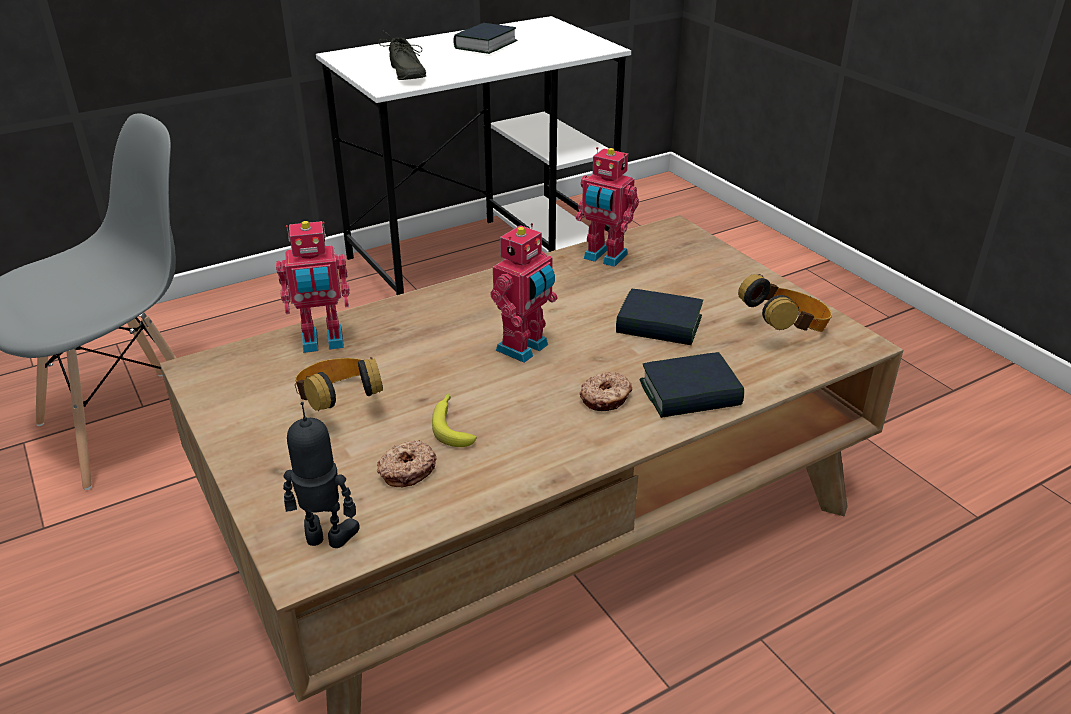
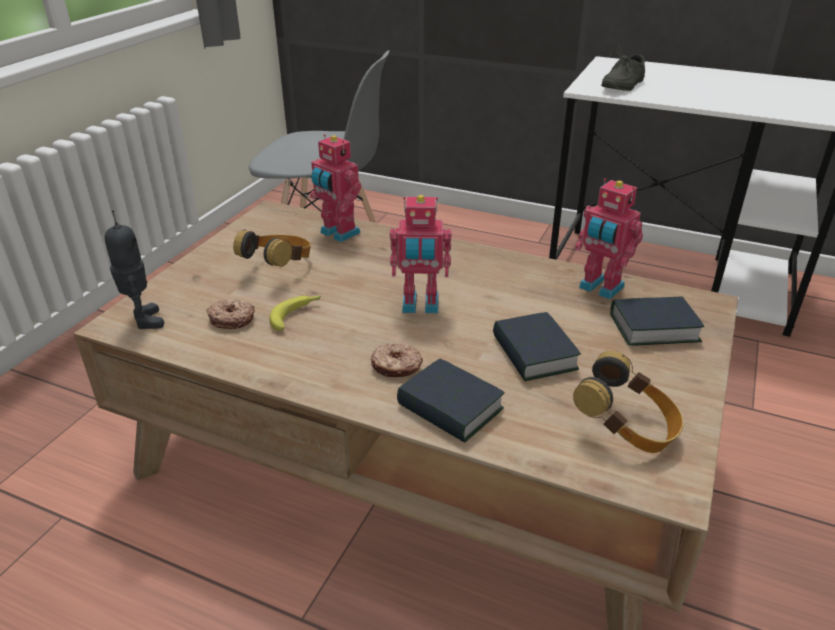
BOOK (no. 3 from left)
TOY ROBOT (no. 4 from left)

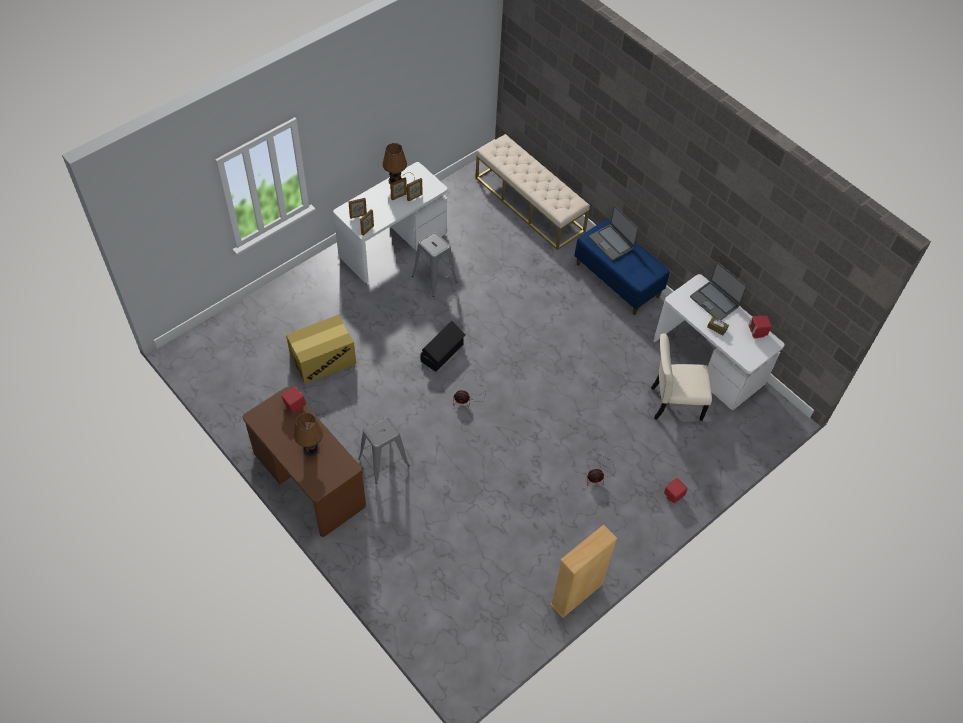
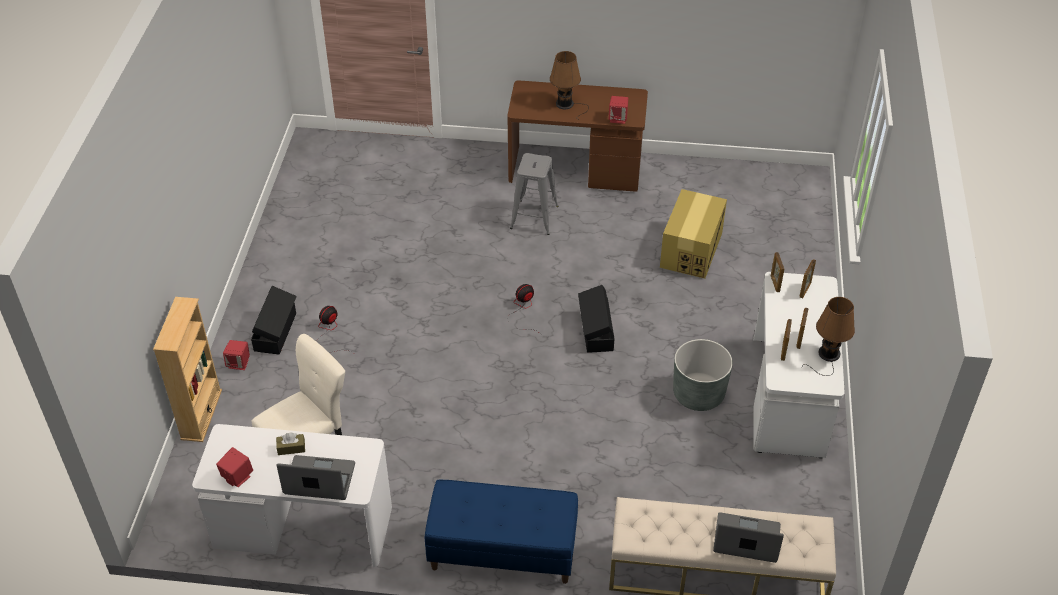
GREY PLANTER
BEIGE BOOKCASE
LAPTOP (no. 2 from left)
BLACK STORAGE BOX (no. 1 from left)

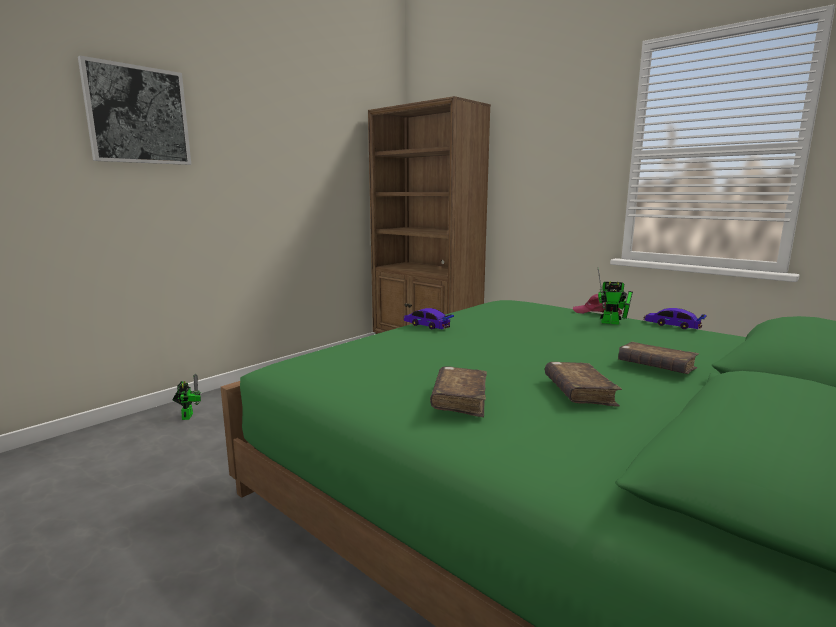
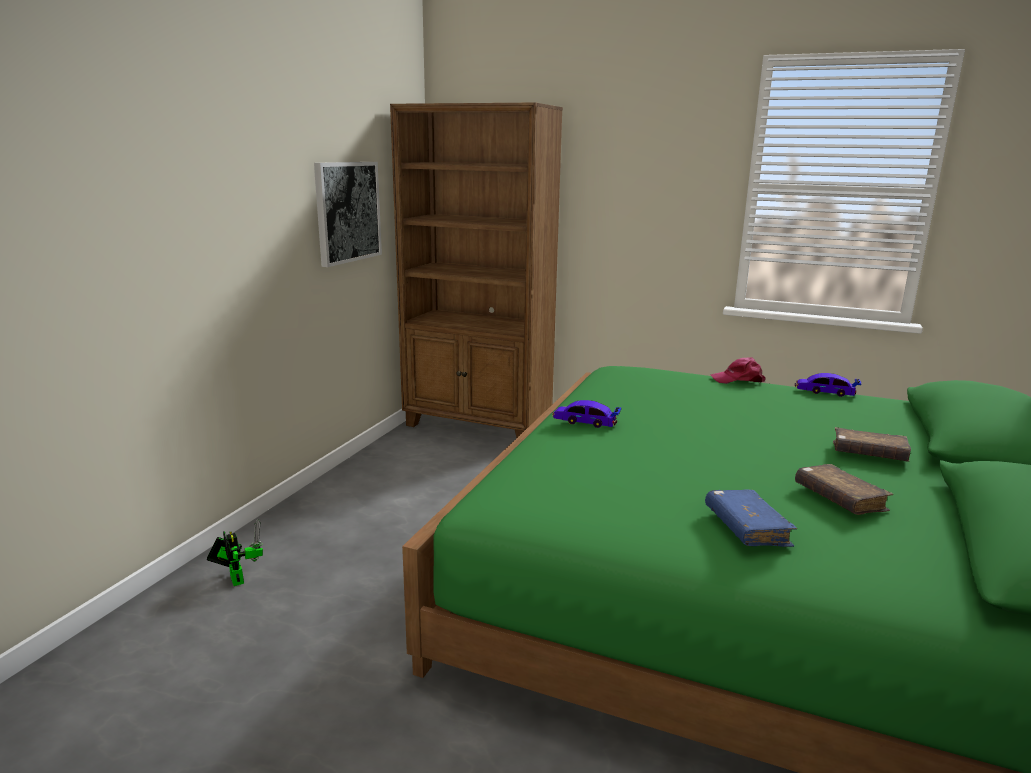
PICTURE
BLUE BOOK
TOY ROBOT (no. 2 from left in the first image)

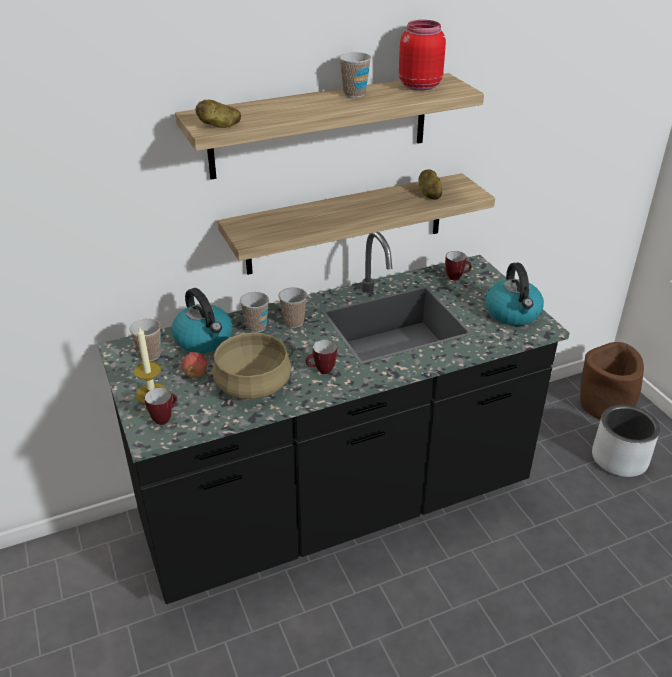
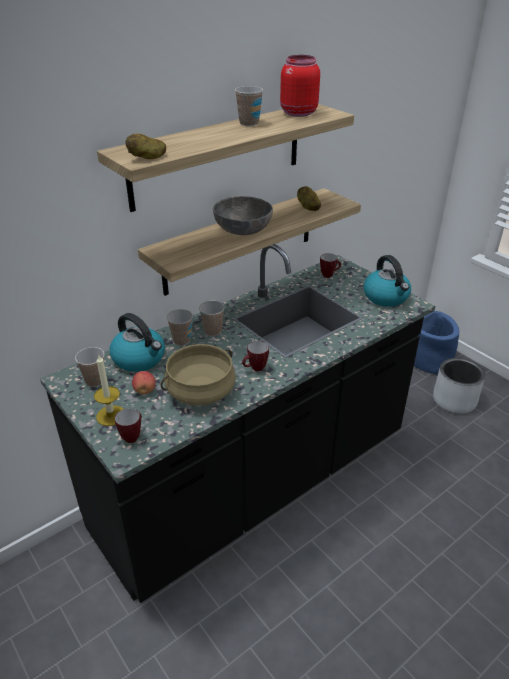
BLUE PLANTER
GREY BOWL

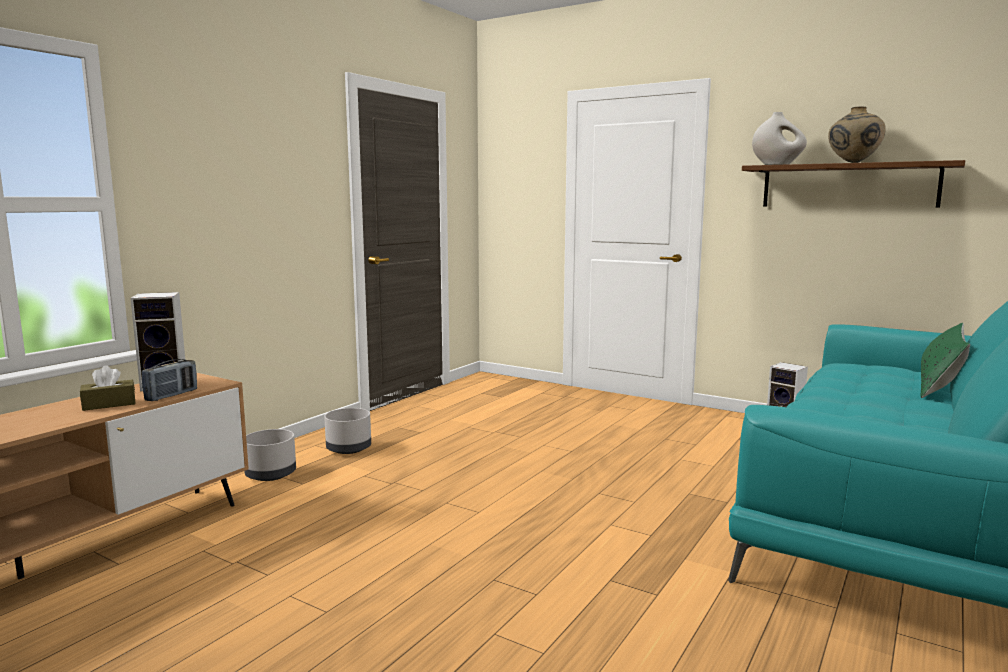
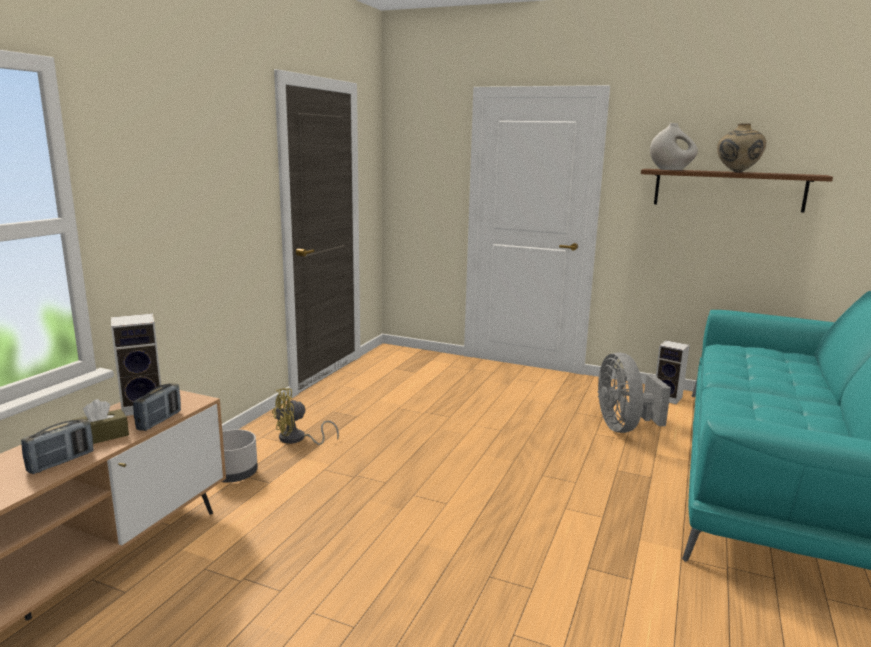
YELLOW FAN
GREEN PILLOW
RADIO (no. 1 from left)
GREY FAN

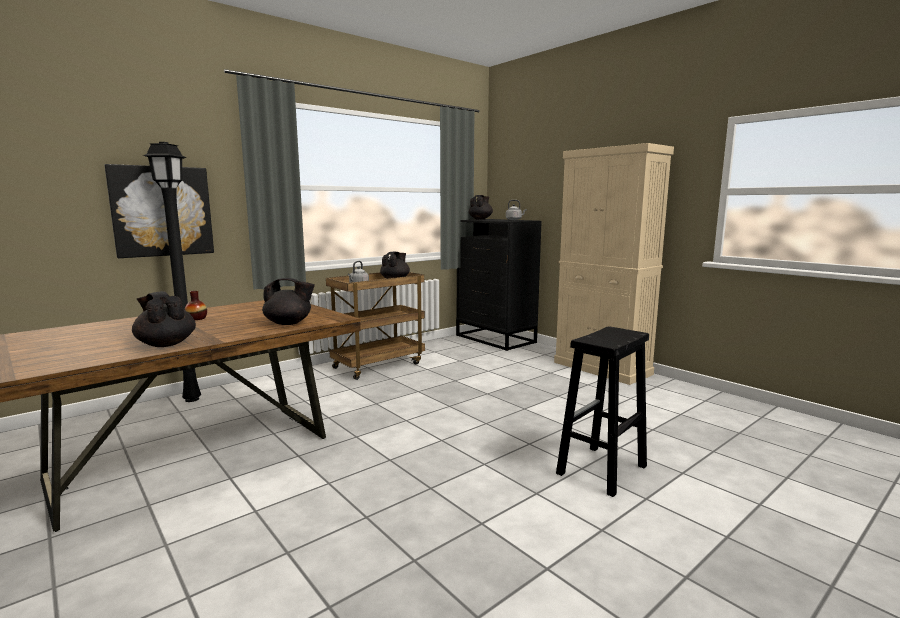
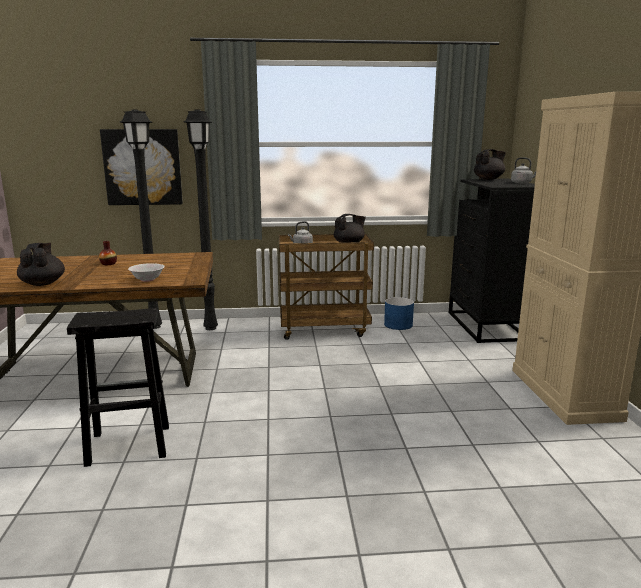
WHITE BOWL
BLACK STOOL
BLACK FLOOR LAMP (no. 2 from left)
BLUE PLANTER

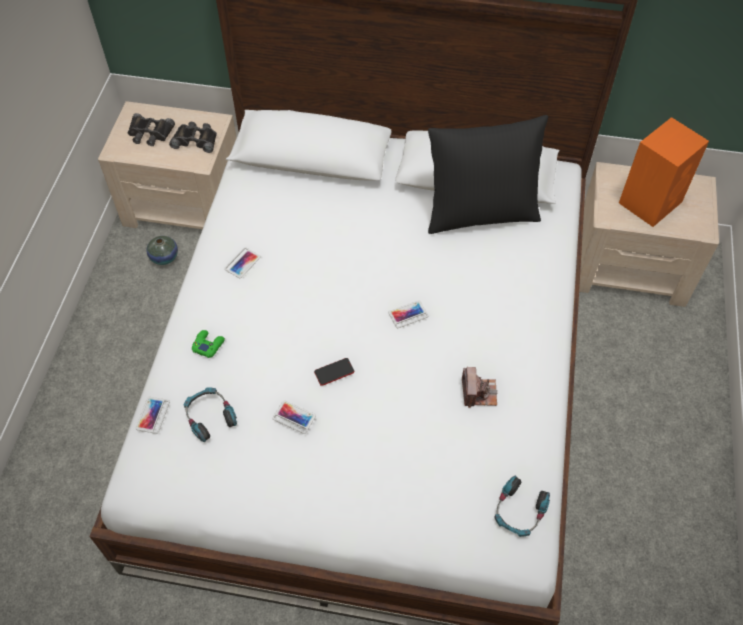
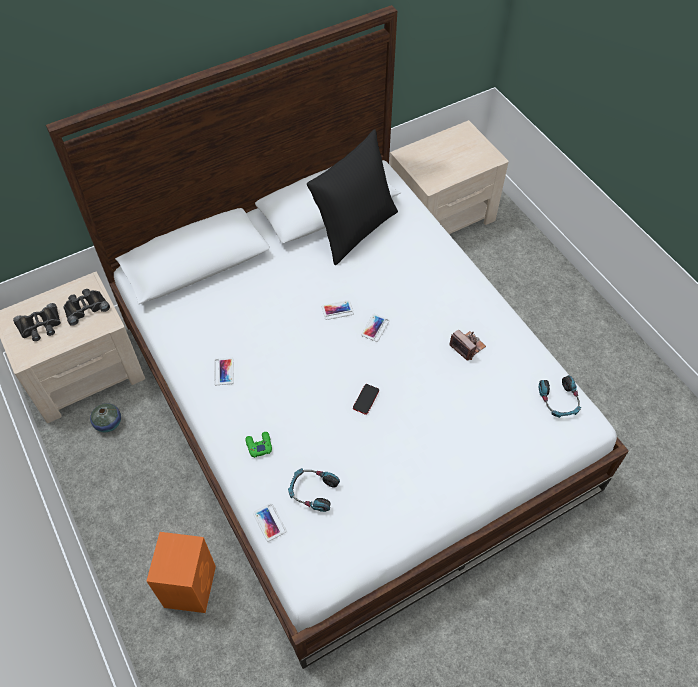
PHONE (no. 3 from left)
ORANGE SPEAKER

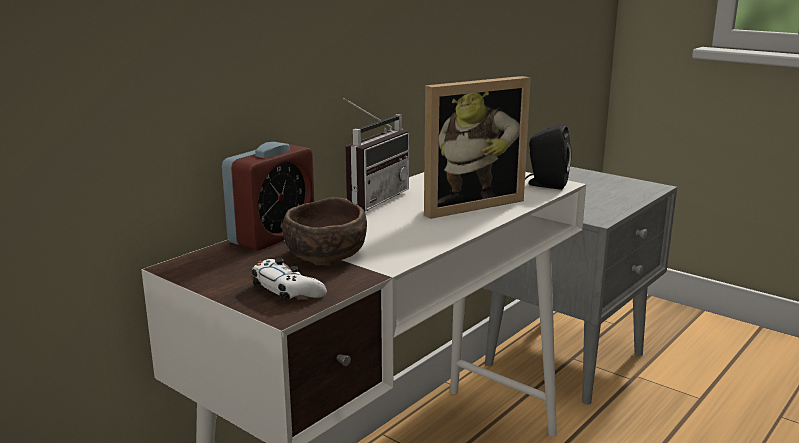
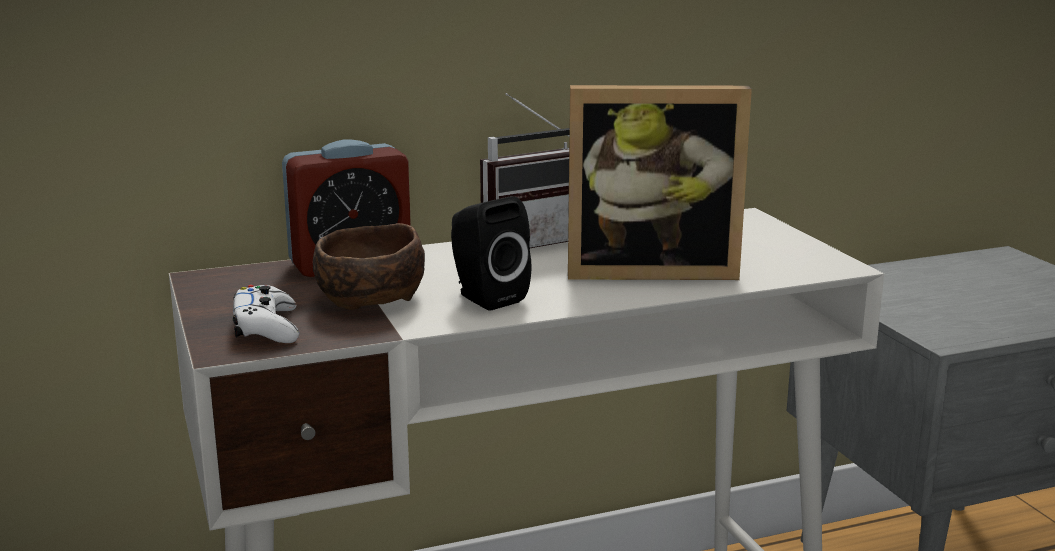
BLACK SPEAKER

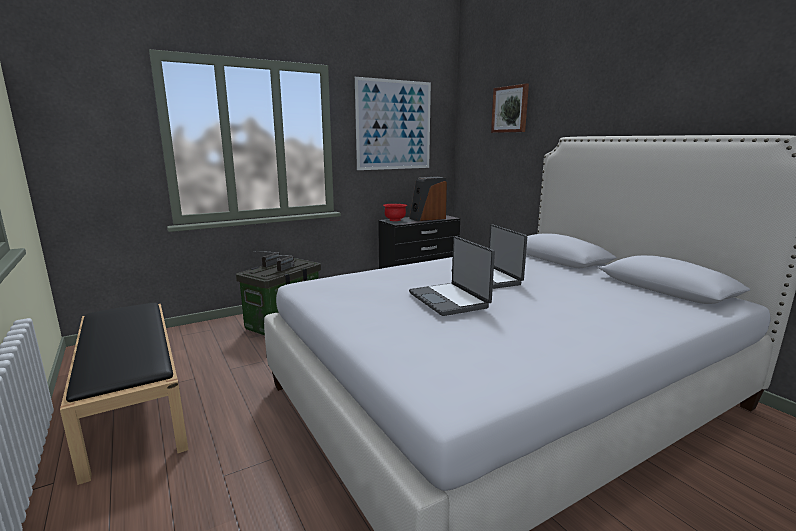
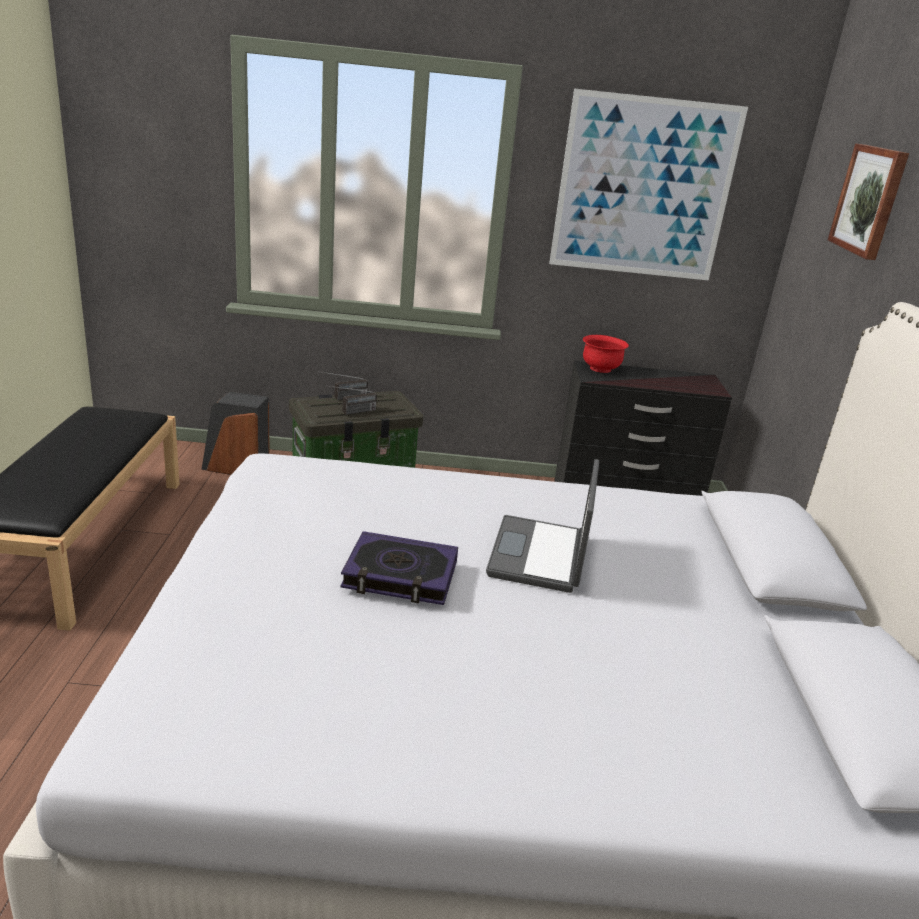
SPEAKER
BOOK

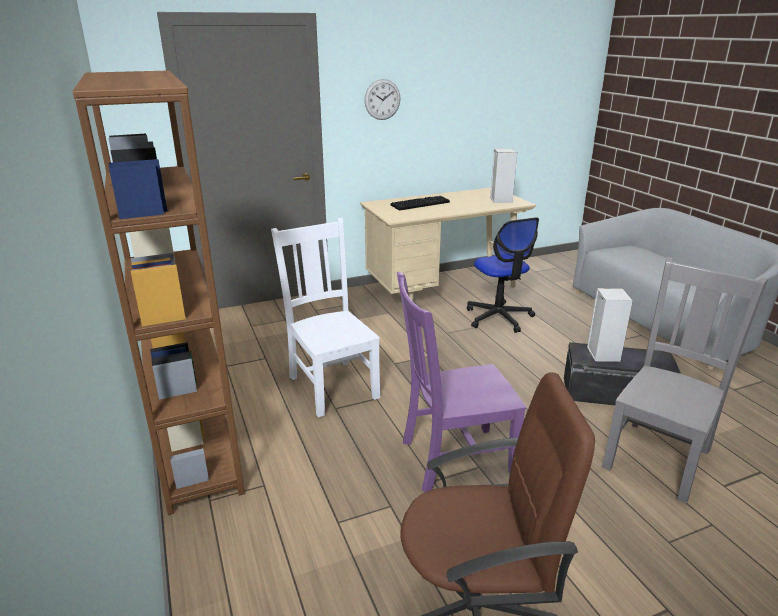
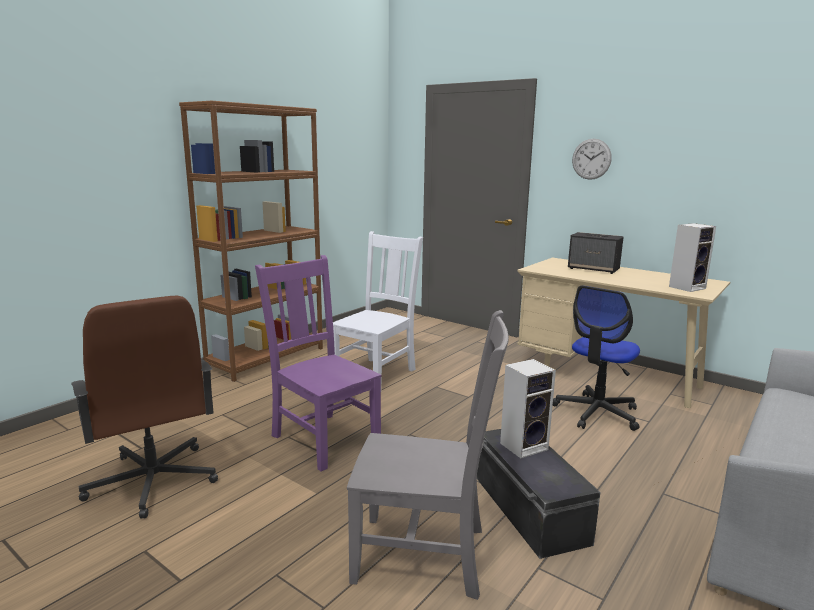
SPEAKER (no. 2 from left)

